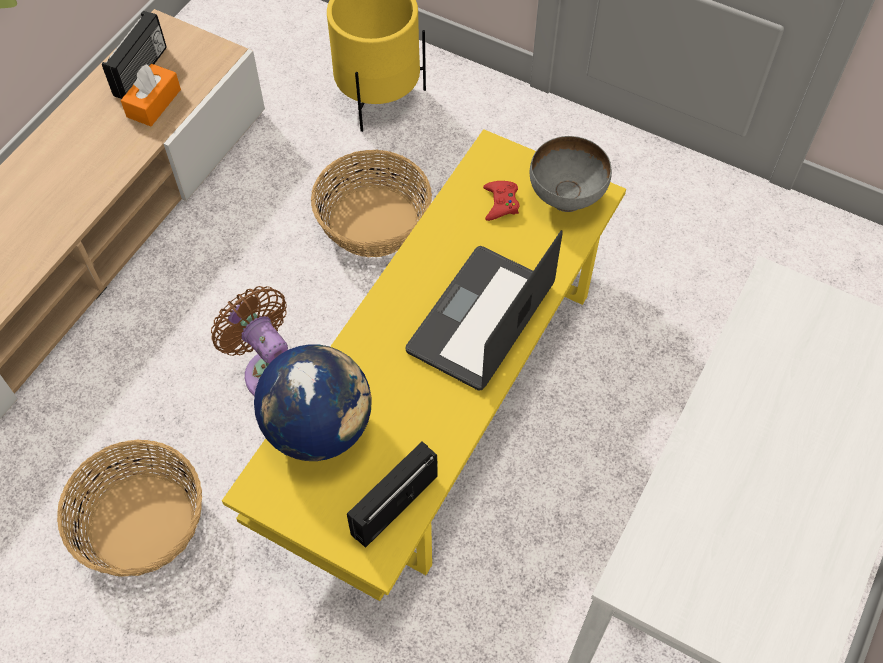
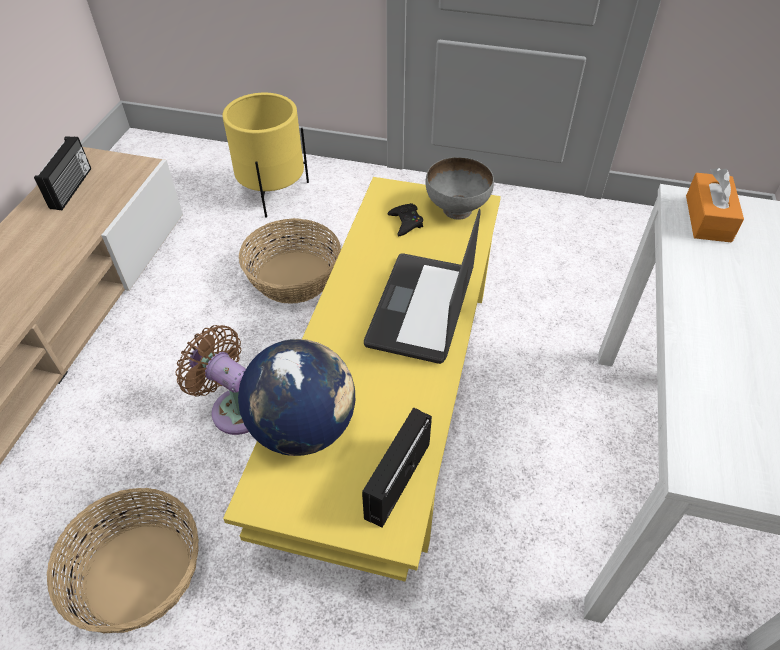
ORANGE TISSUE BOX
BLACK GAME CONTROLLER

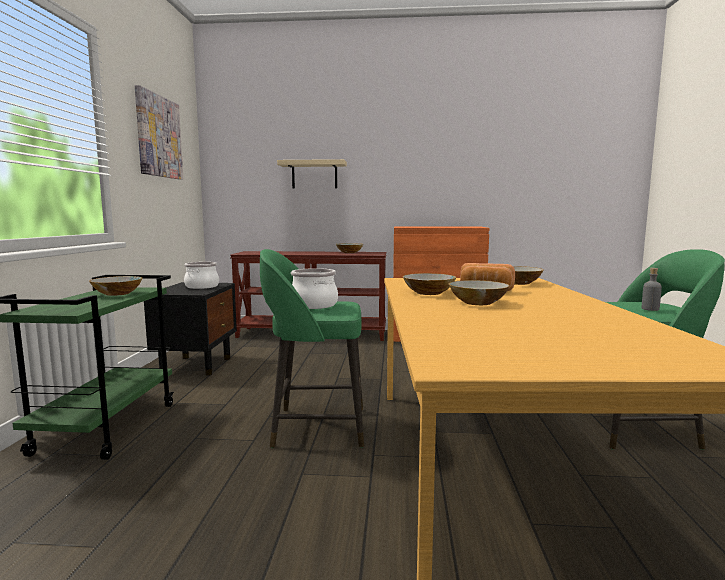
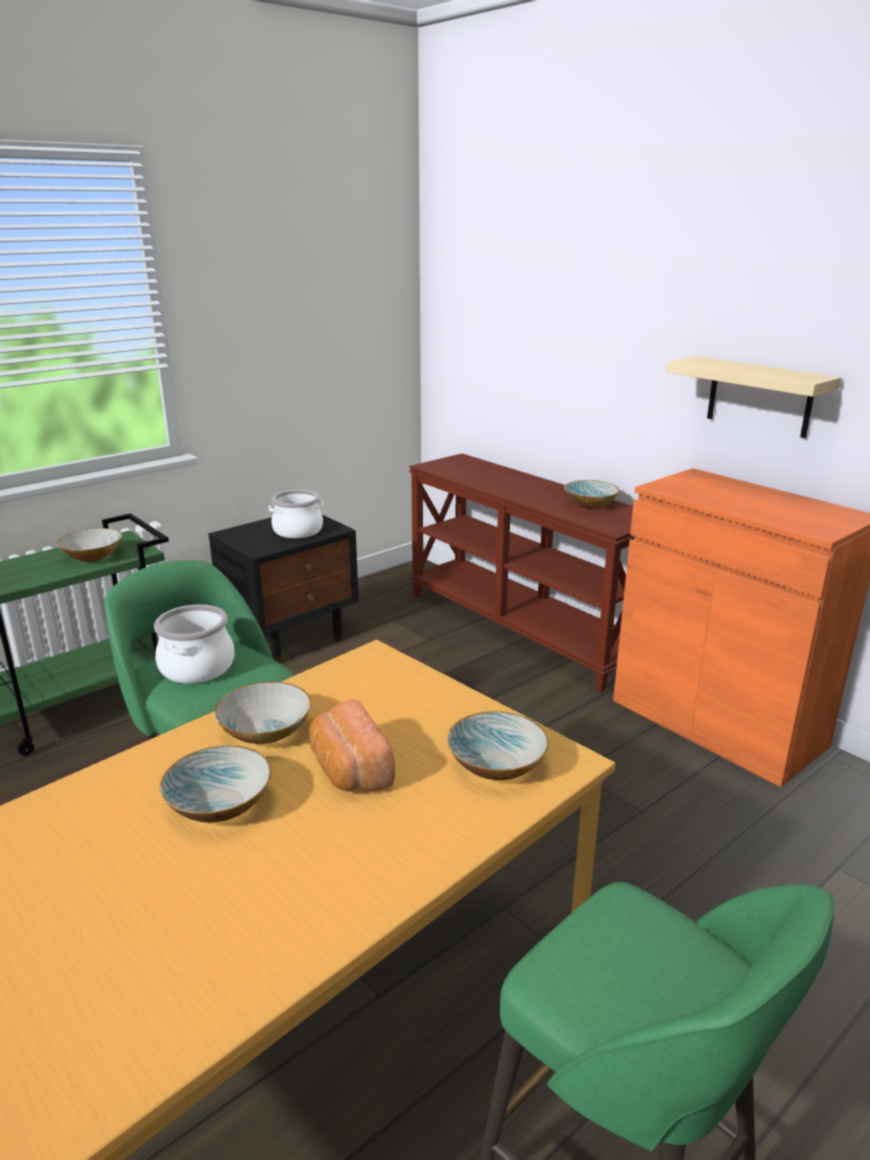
PICTURE
BEIGE SHELF
GREY BOTTLE

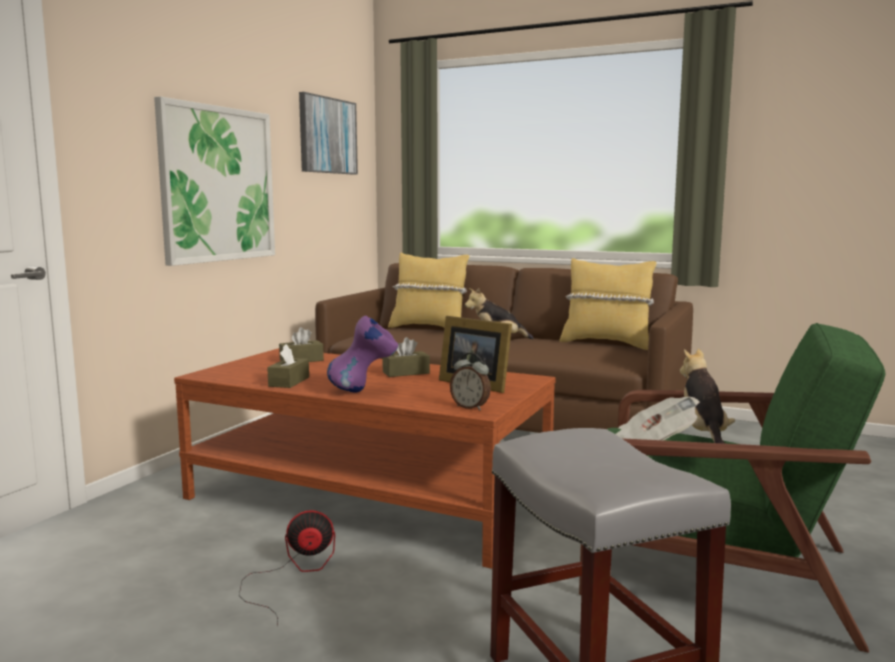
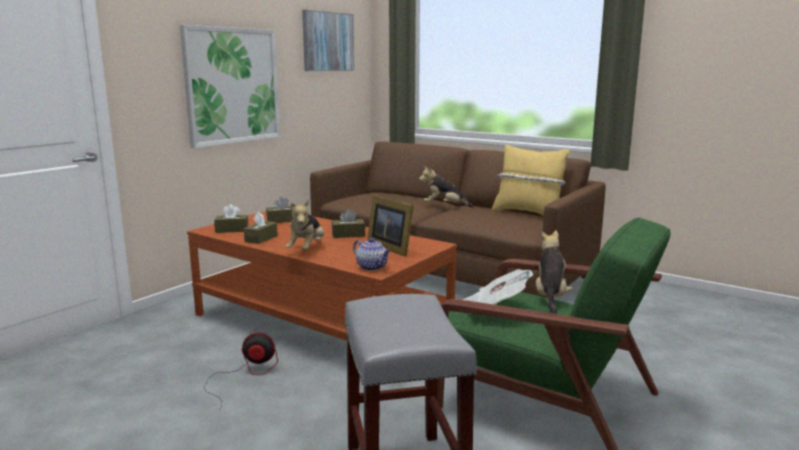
PLUSH TOY (no. 1 from left)
YELLOW PILLOW (no. 1 from left in the first image)
TEAPOT
BROWN TISSUE BOX (no. 1 from left)

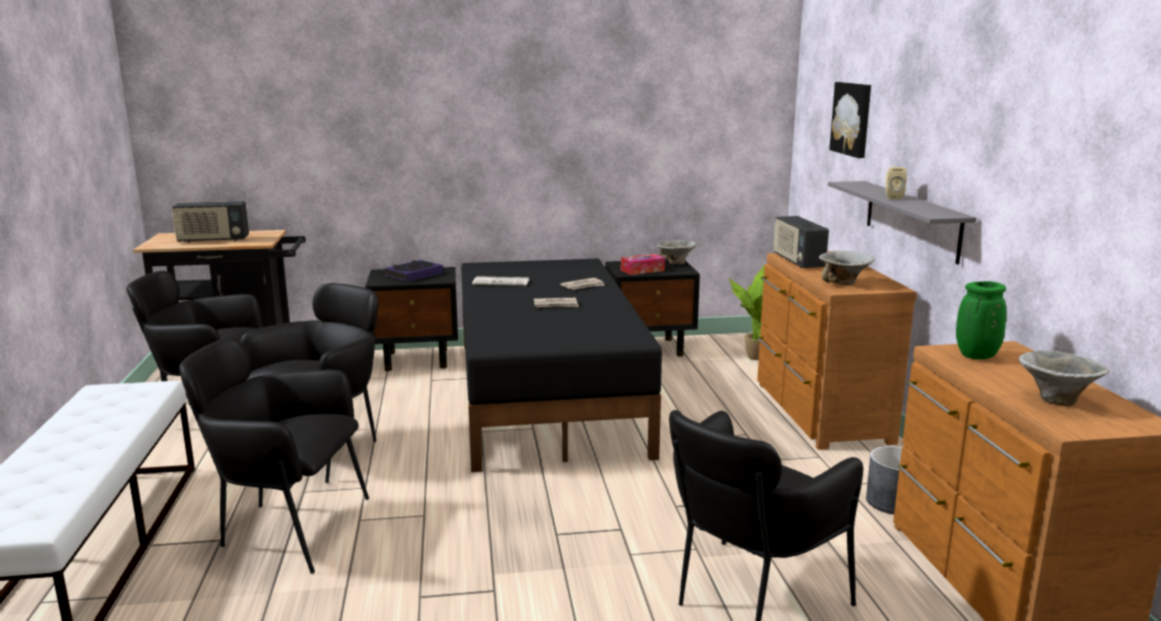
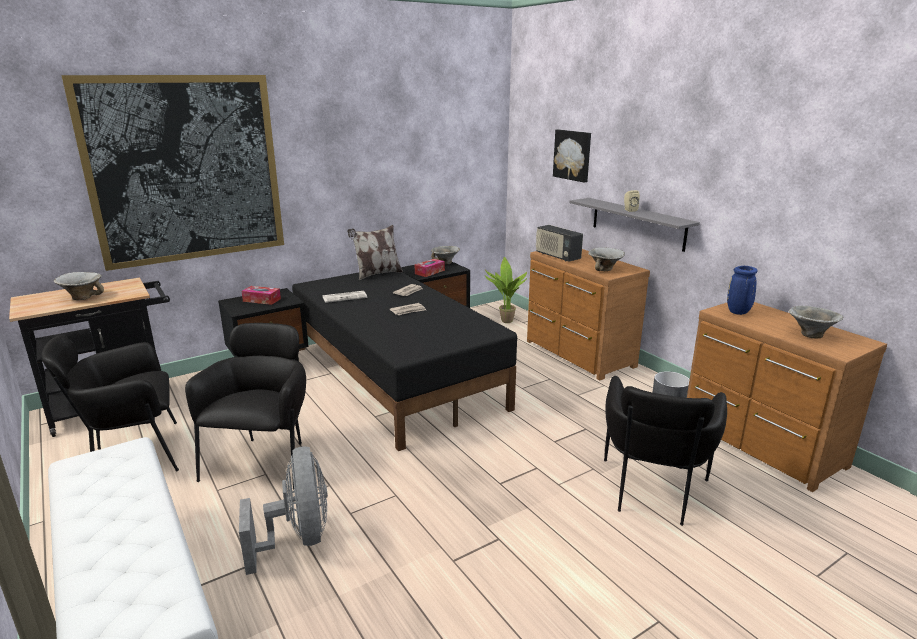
BOWL (no. 1 from left)
GREY FAN
TISSUE BOX (no. 1 from left)
BLUE VASE
PICTURE (no. 1 from left)
PILLOW

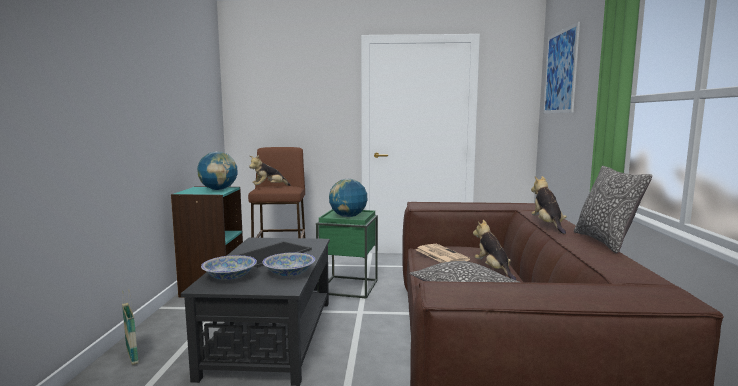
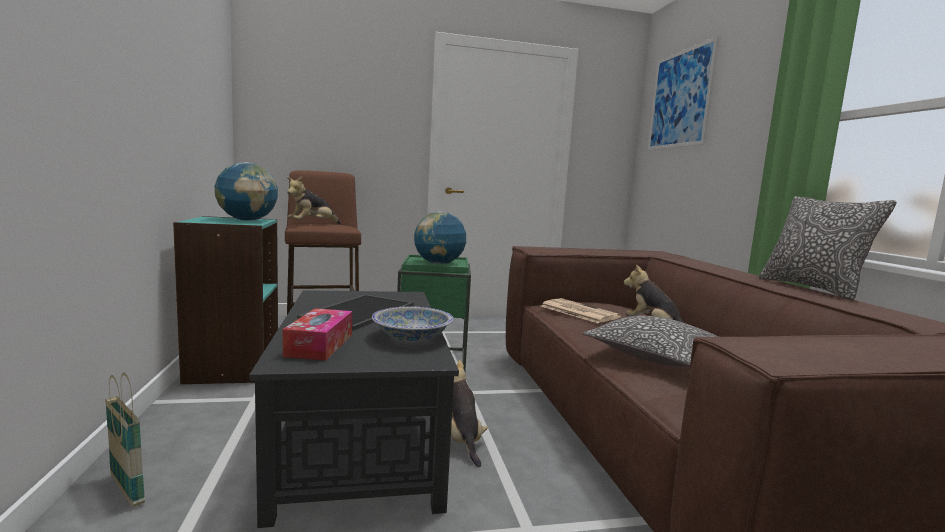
TISSUE BOX
PLUSH TOY (no. 2 from left)

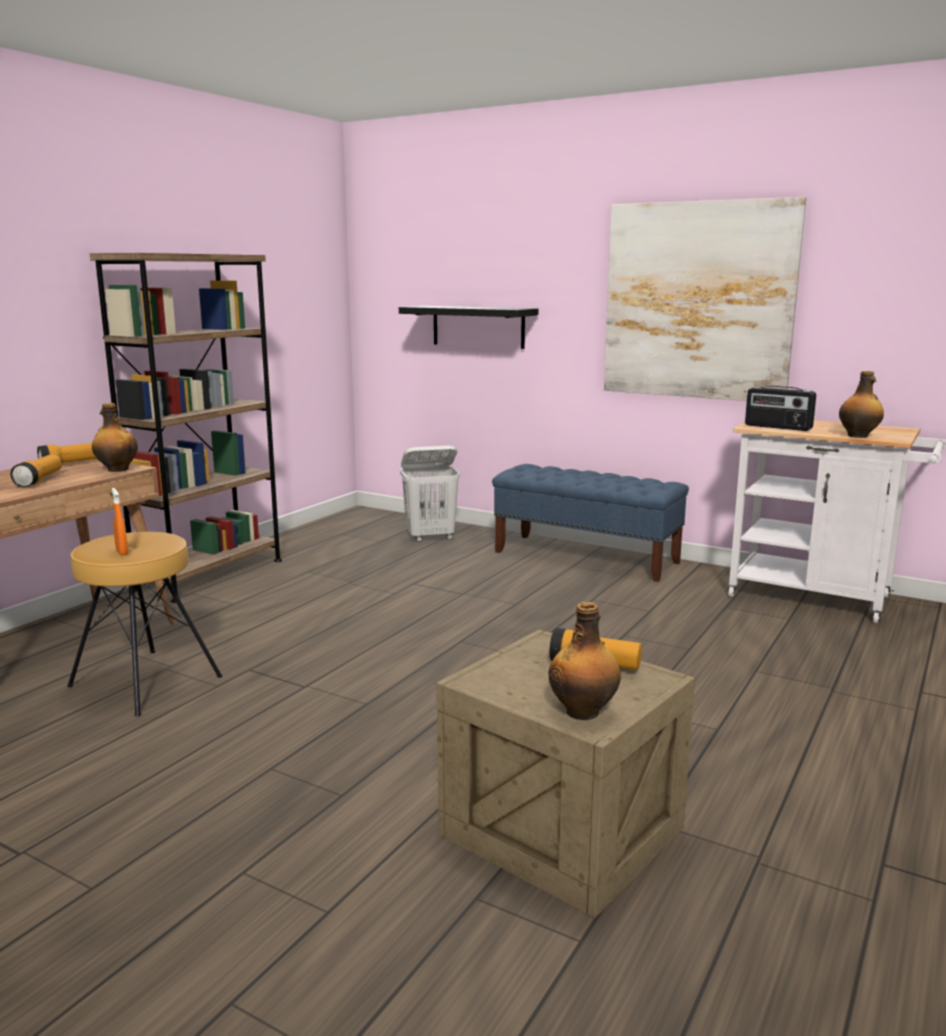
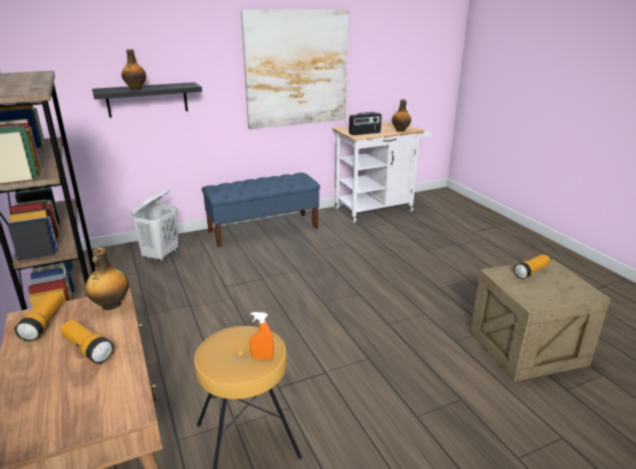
BOTTLE (no. 2 from left)

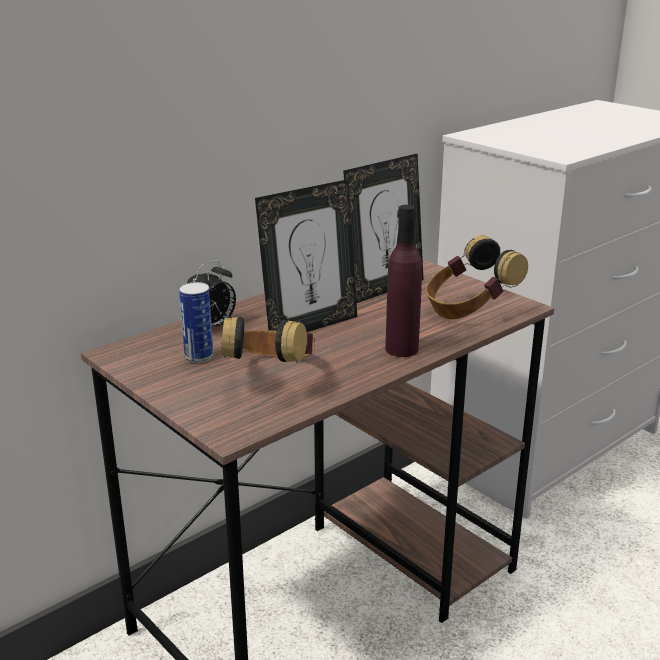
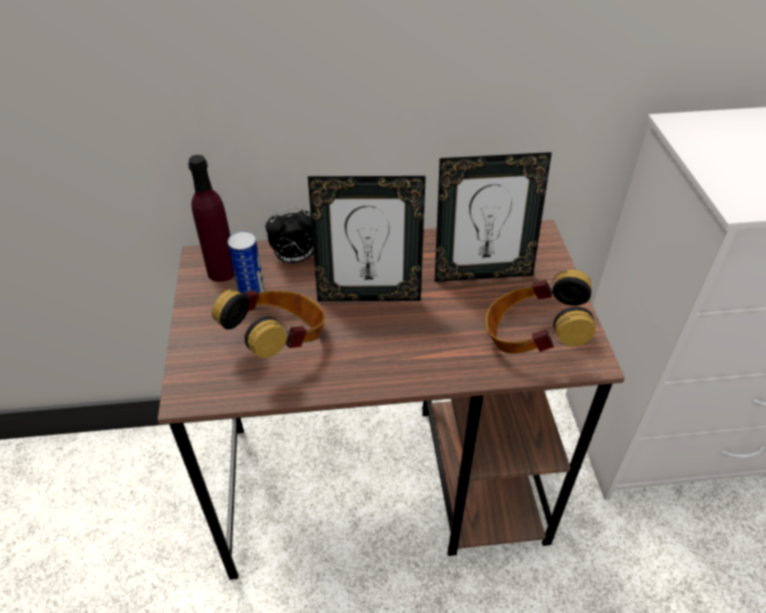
PURPLE BOTTLE

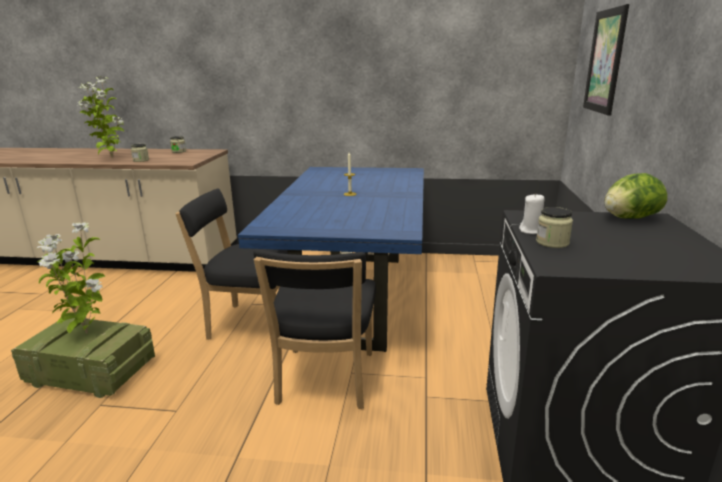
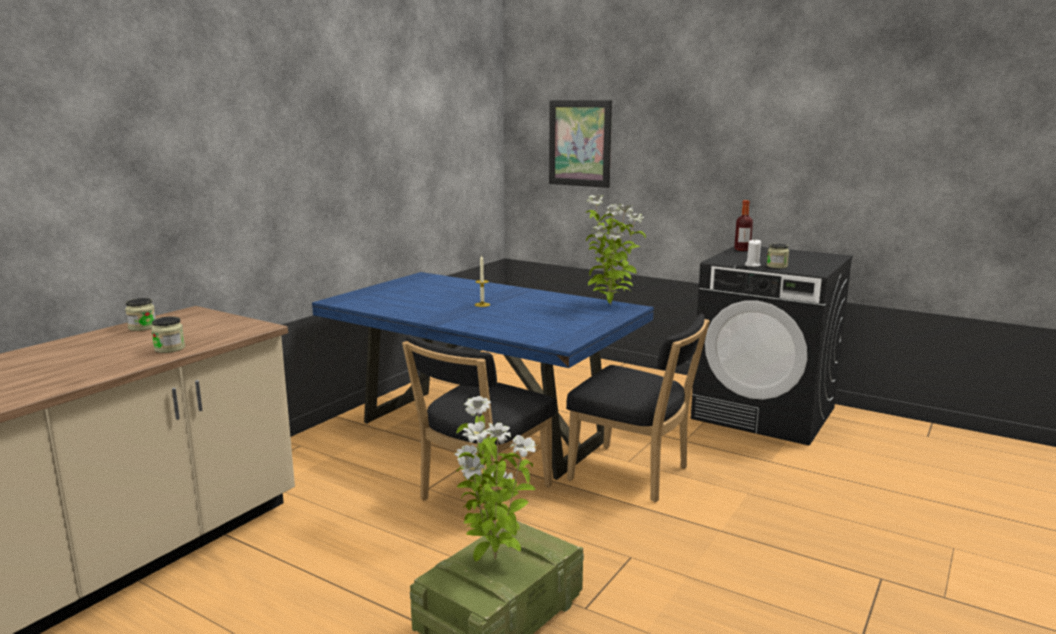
POTTED PLANT (no. 2 from left)
BOTTLE

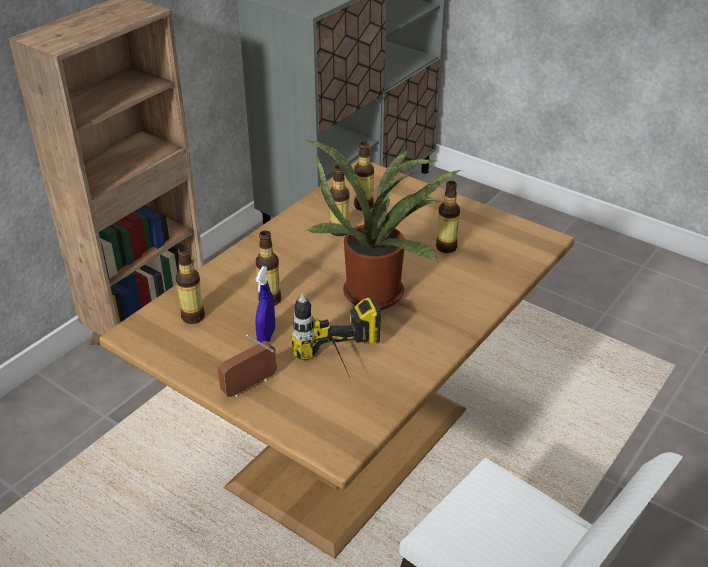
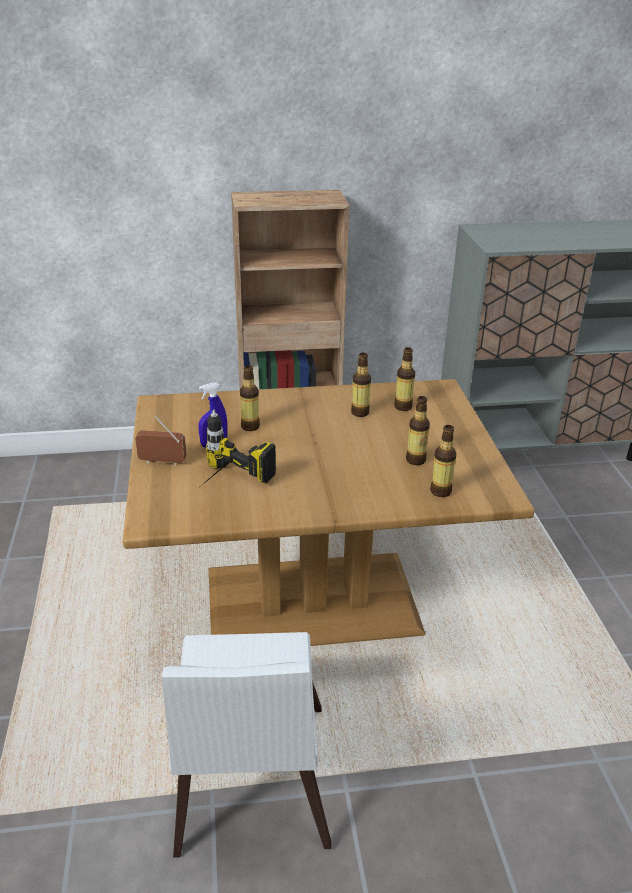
BOTTLE (no. 5 from left)
POTTED PLANT

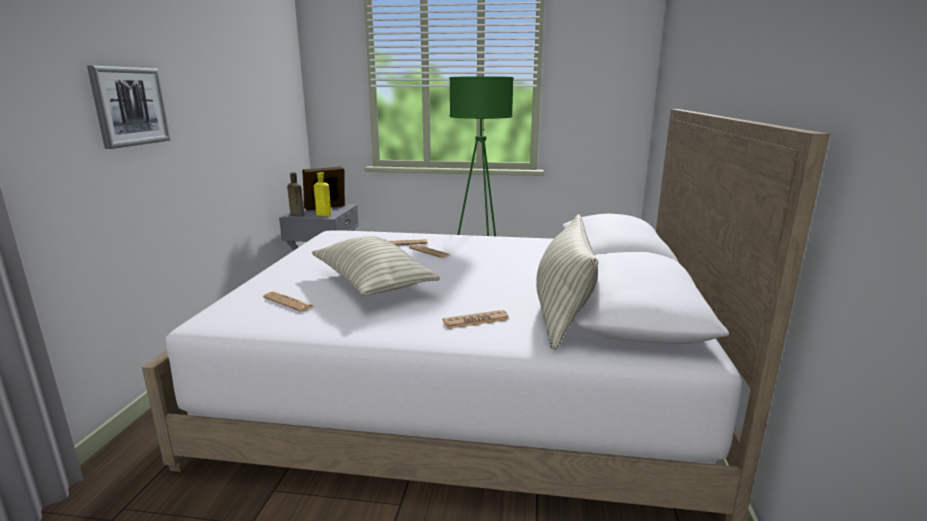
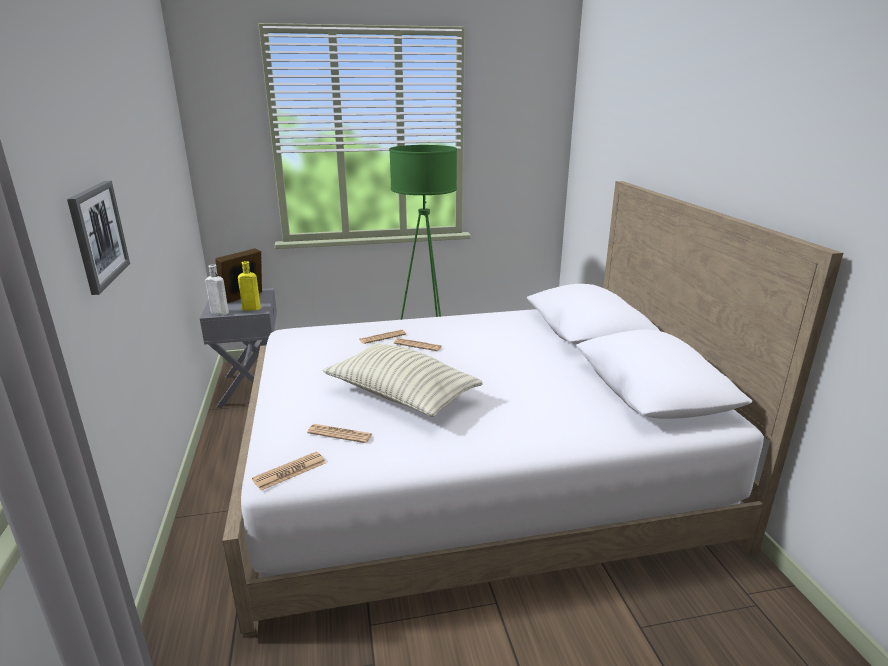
WHITE BOTTLE
NEWSPAPER (no. 1 from left)
PILLOW (no. 2 from left in the first image)

